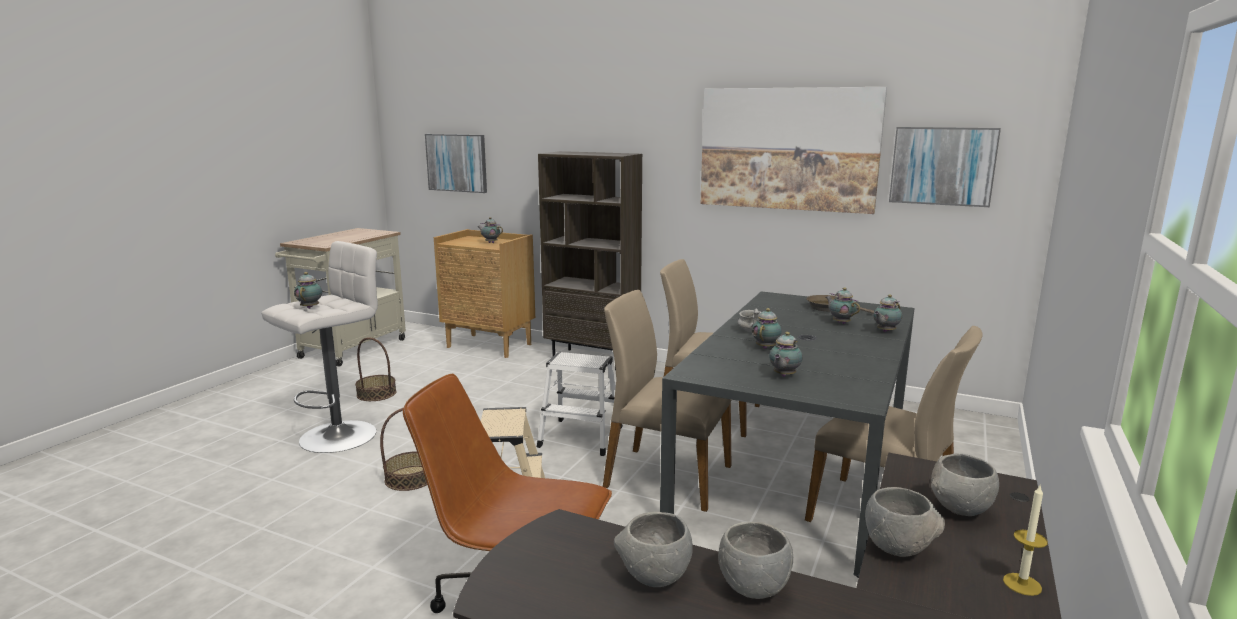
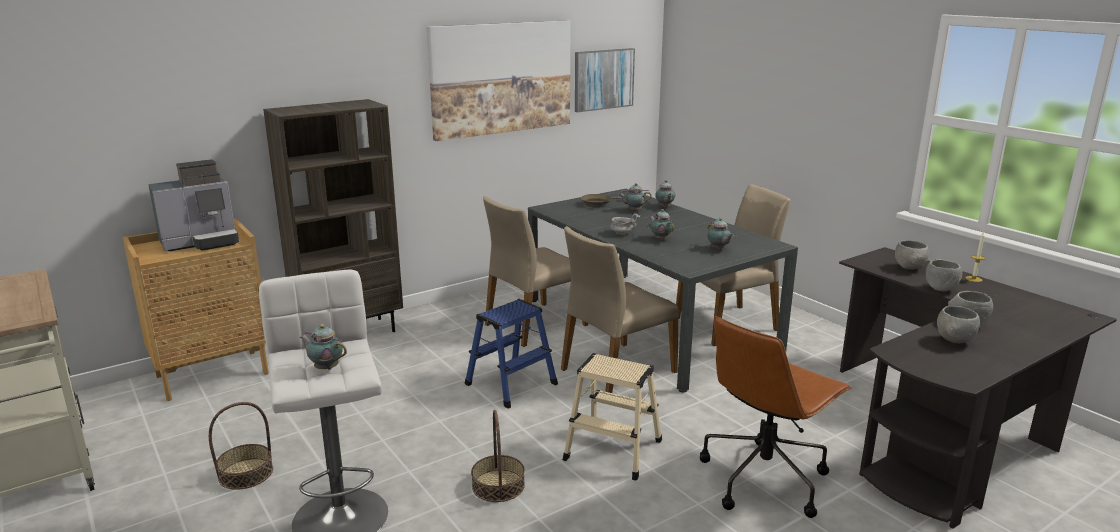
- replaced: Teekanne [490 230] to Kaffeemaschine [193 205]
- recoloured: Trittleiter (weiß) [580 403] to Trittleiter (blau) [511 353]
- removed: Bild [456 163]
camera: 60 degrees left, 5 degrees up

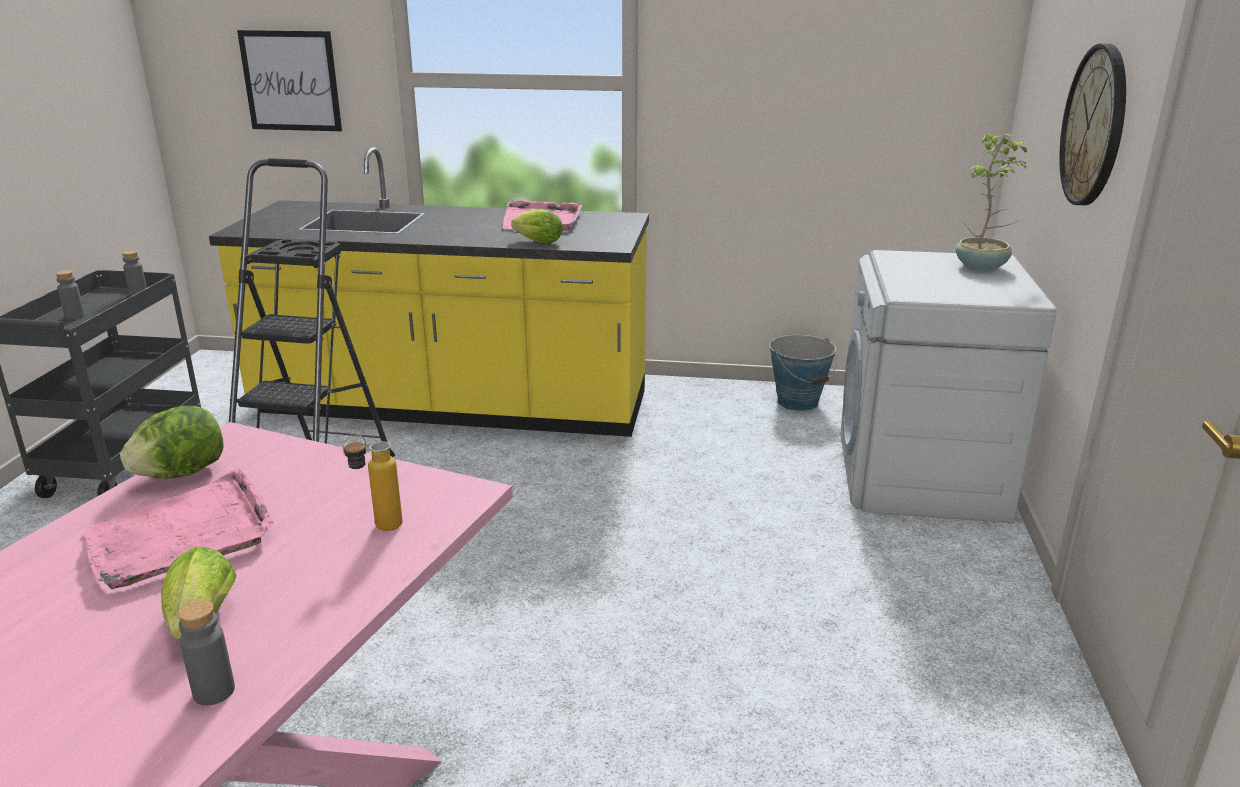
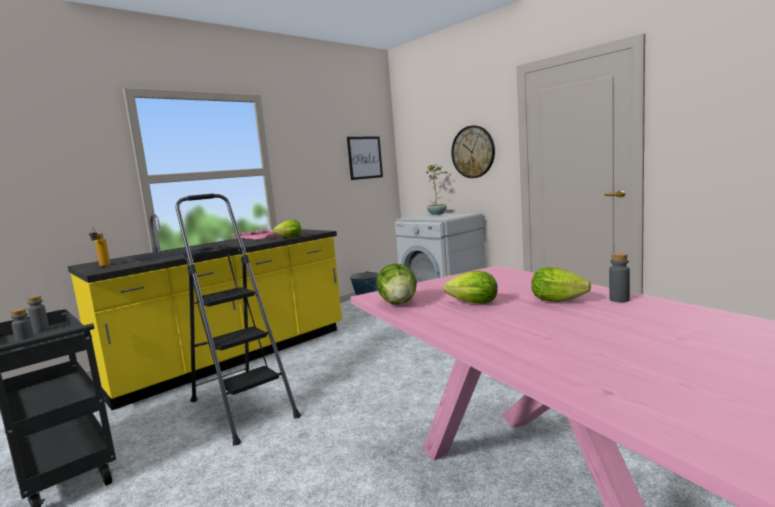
- moved: Flasche [373 482] to [99 247]
- moved: Bild [289 80] to [365 158]
- replaced: Tablett (rosa) [178 528] to Salatkopf [471 287]
camera: 50 degrees left, 15 degrees down

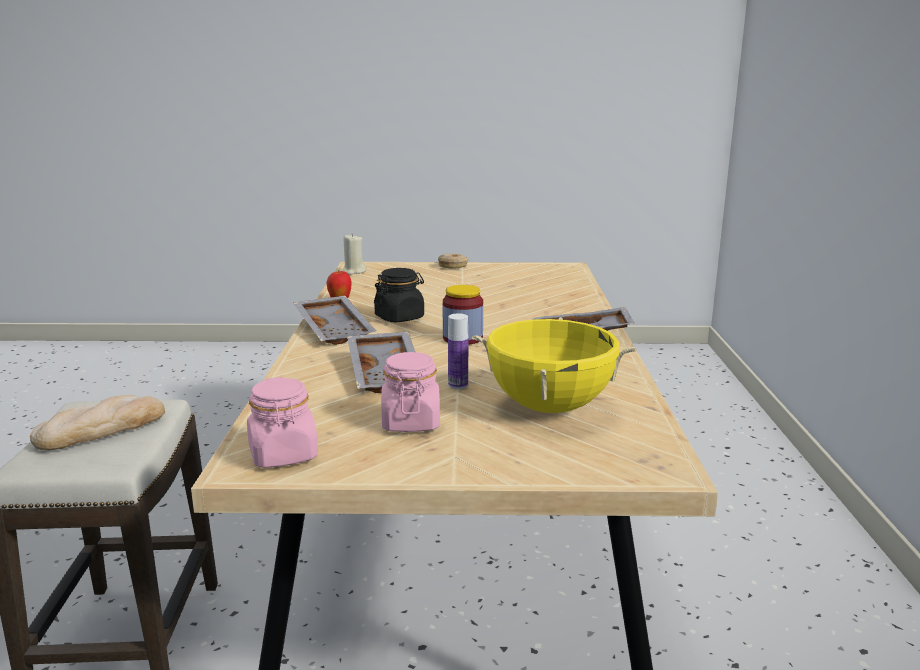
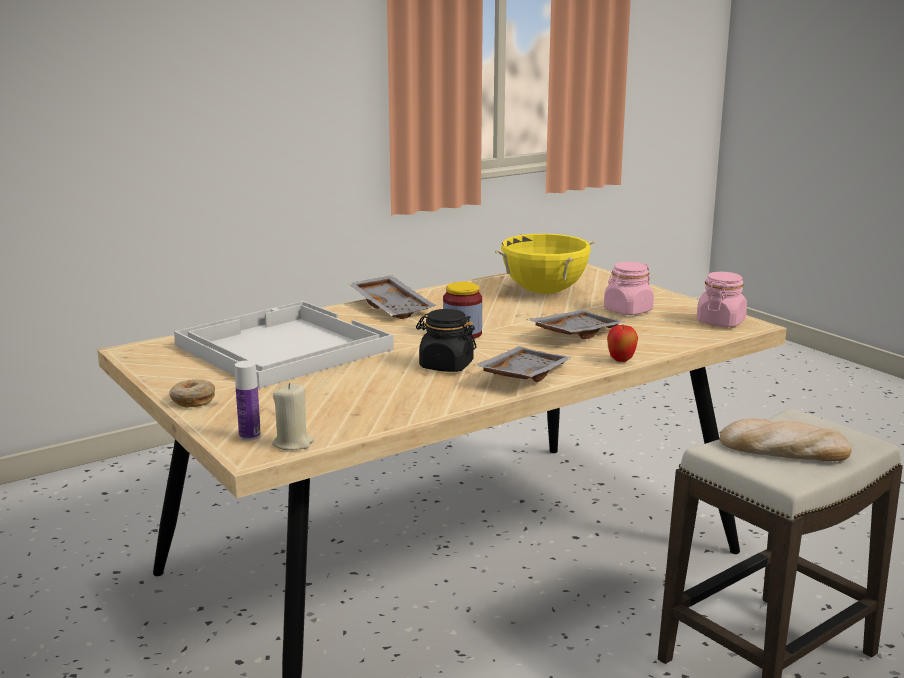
- added: Tablett (weiß) [284 344]
- moved: Flasche [458 351] to [248 400]
- moved: Apfel [339 284] to [622 343]
camera: 125 degrees left, 0 degrees up

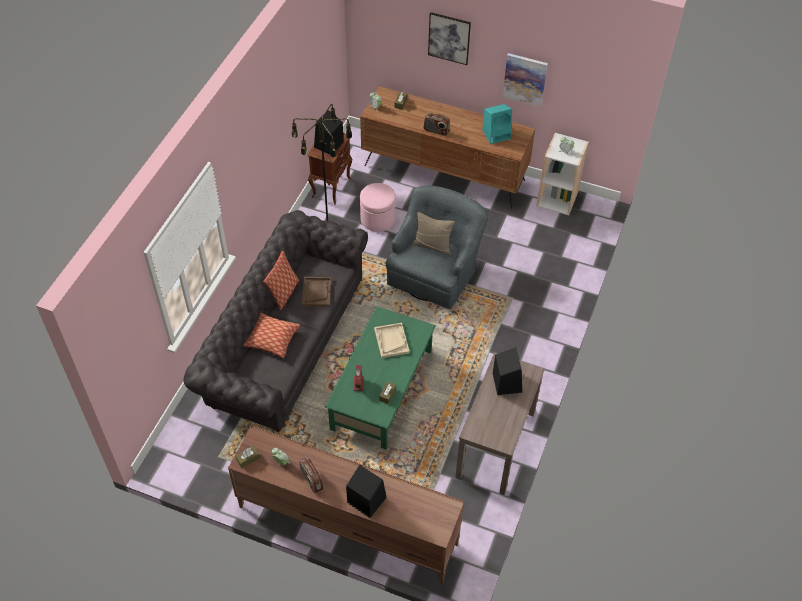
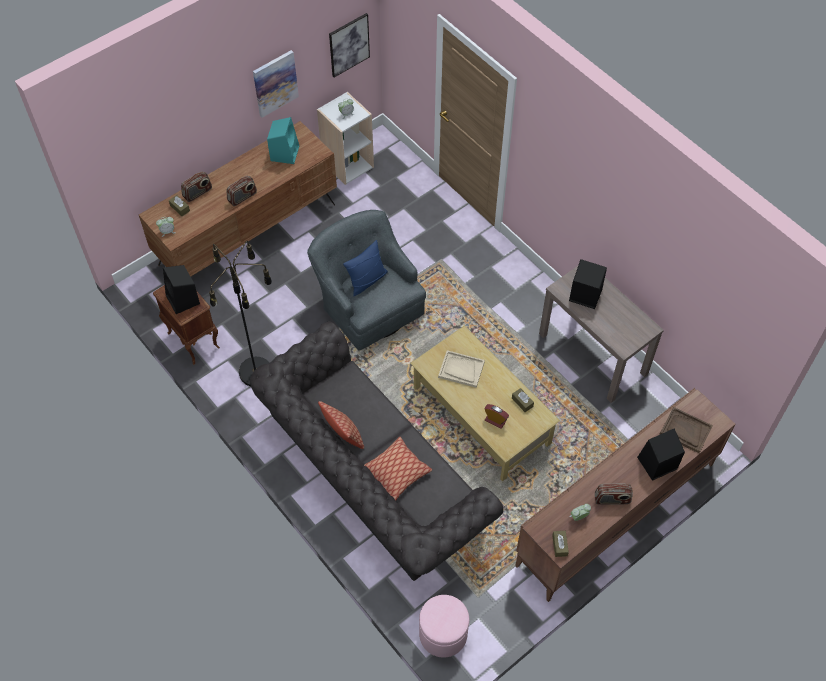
- added: Radio [196 186]
- moved: Bild [449 38] to [349 45]
- recoloured: Kissen (beige) [433 233] to Kissen (blau) [365 268]
- recoloured: Couchtisch (grün) [380 378] to Couchtisch (beige) [485 403]
- moved: Polsterhocker (rosa) [378 207] to [444 626]
- moved: Tablett (braun) [317 292] to [686 430]
camera: 60 degrees left, 5 degrees up

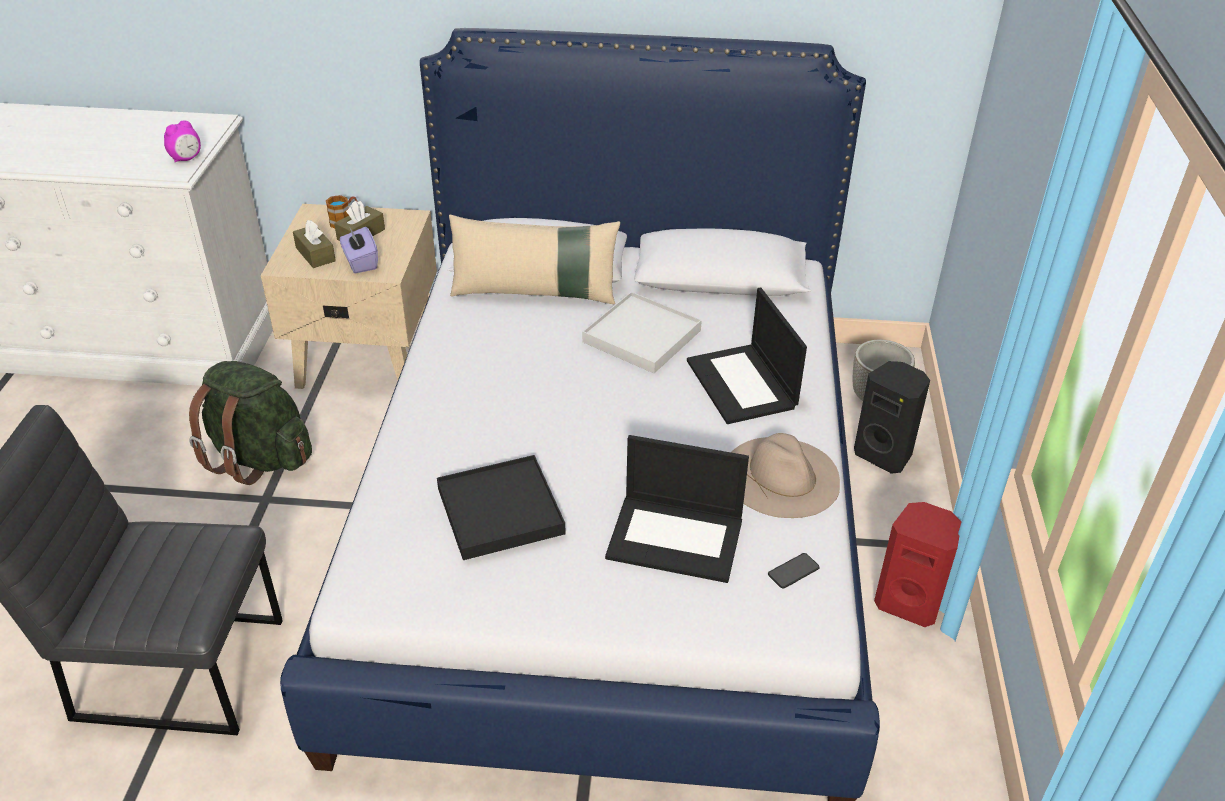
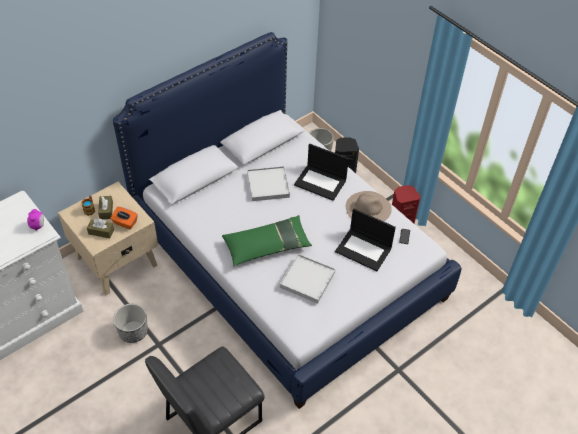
- recoloured: Taschentuchbox (lila) [359 250] to Taschentuchbox (orange) [124 218]
- replaced: Rucksack (grün) [250 423] to Pflanzkübel [130 323]
- added: Kissen (grün) [267 240]
- recoloured: Tablett (schwarz) [501 507] to Tablett (weiß) [307 278]
- turned: Laptop [677 509] = [365 240] 60 degrees clockwise
- removed: Kissen (beige) [534 259]
camera: 45 degrees left, 10 degrees up

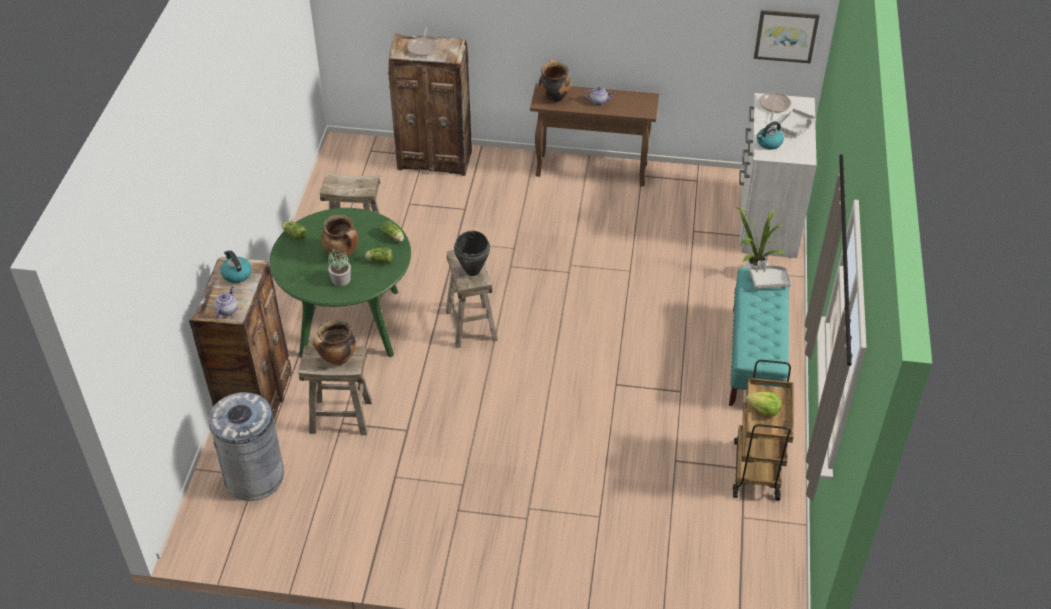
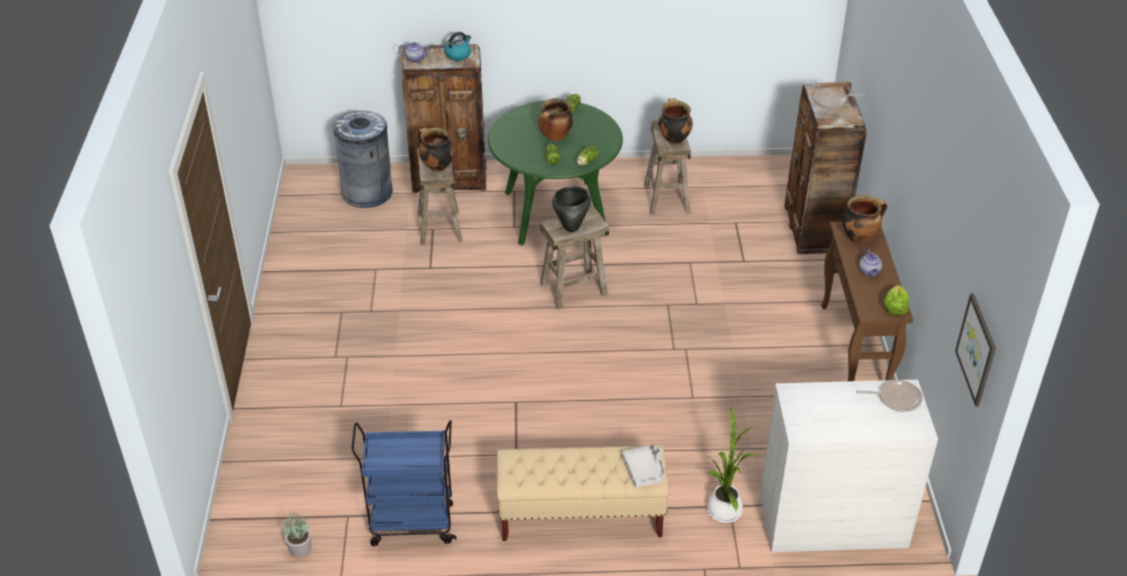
- moved: Topfpflanze [339 266] to [297 535]
- recoloured: Rollwagen (braun) [763 430] to Rollwagen (blau) [404 483]
- recoloured: Bank (türkis) [759 337] to Bank (beige) [582 493]
- added: Kochtopf [675 121]
- moved: Salatkopf [764 404] to [896 300]
- removed: Wasserkessel [770 135]
- removed: Tablett (grau) [796 122]
camera: 80 degrees right, 5 degrees down

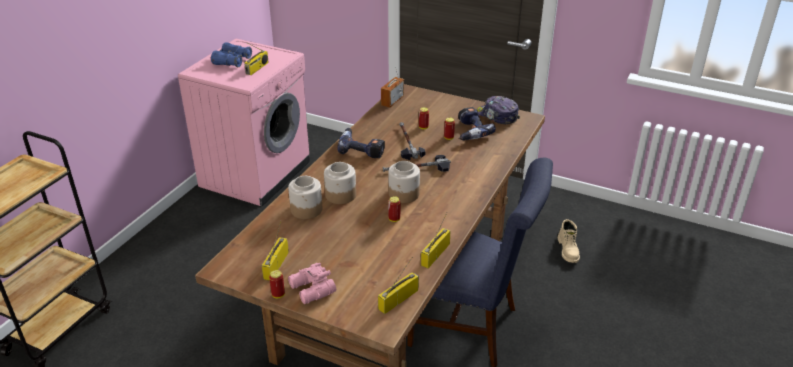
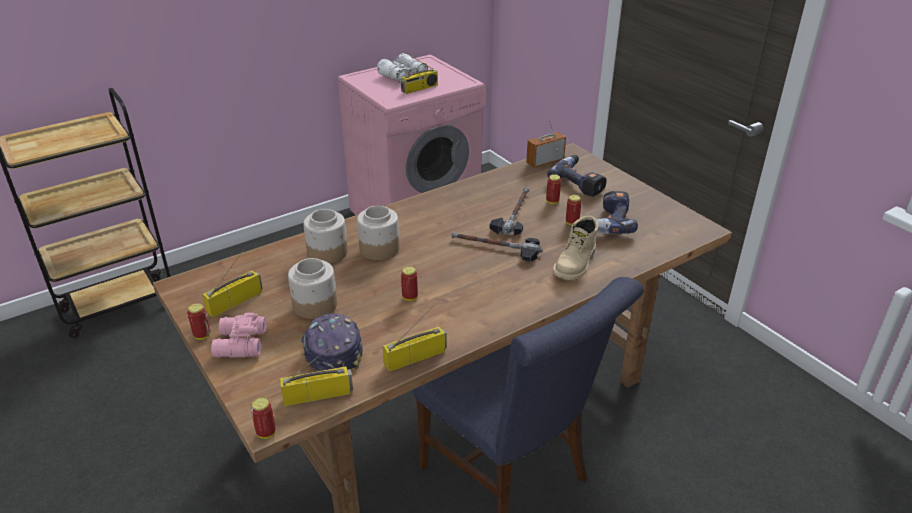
- added: Dose [263 418]
- moved: Vorratsglas [404 182] to [312 288]
- moved: Kappe [498 110] to [332 342]
- recoloured: Fernglas (blau) [231 54] to Fernglas (weiß) [402 68]
- moved: Bohrmaschine [361 143] to [577 176]
- moved: Stiefel (beige) [568 241] to [576 248]
camera: 30 degrees right, 0 degrees up

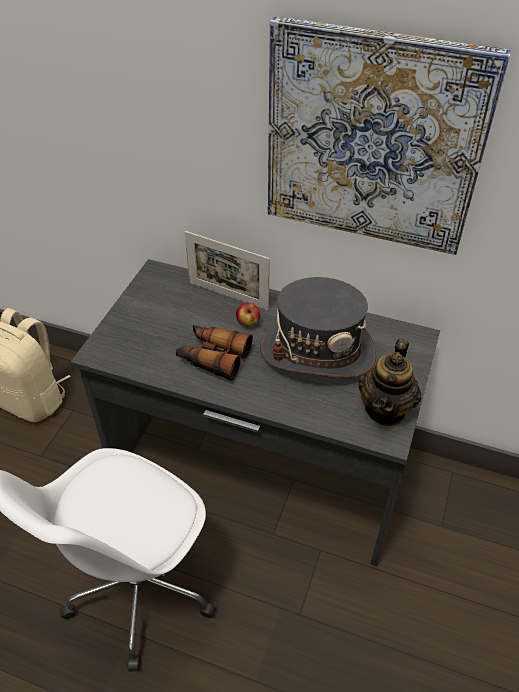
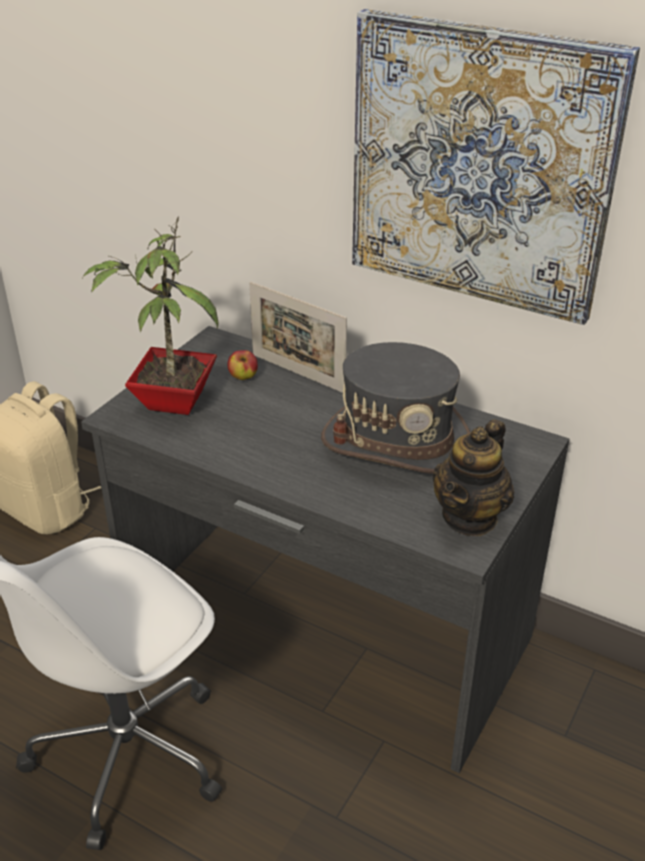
- added: Topfpflanze [150 315]
- moved: Apfel [248 315] to [243 365]
- removed: Fernglas [214 353]
camera: 10 degrees right, 10 degrees down

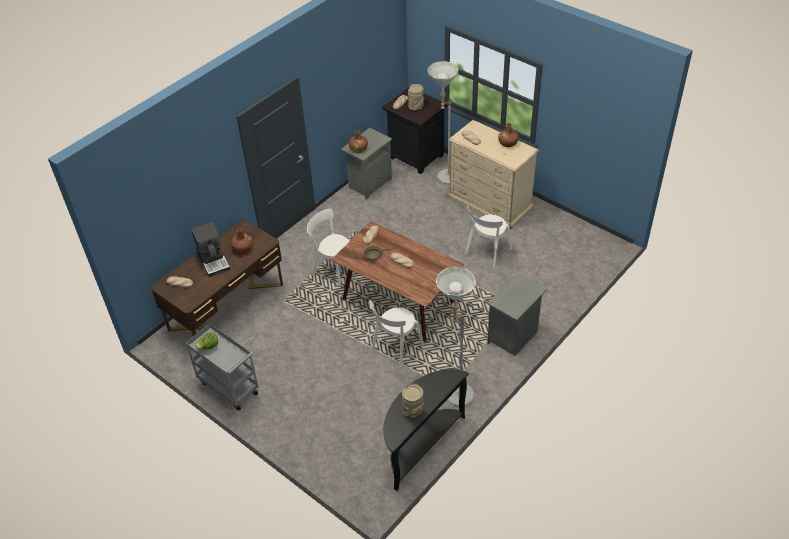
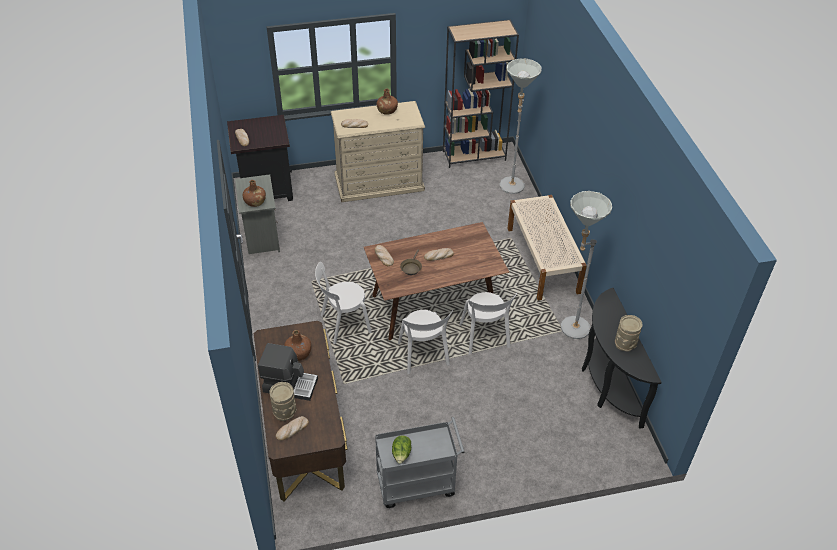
- moved: Vase (beige) [416 97] to [282 401]
- moved: Stuhl (weiß) [488 237] to [425 342]
- added: Bücherregal [481 94]
- moved: Stehlampe (grau) [443 122] to [520 126]
- replaced: Nachttisch (grau) [517 314] to Bank (beige) [547 247]
camera: 55 degrees left, 0 degrees up

